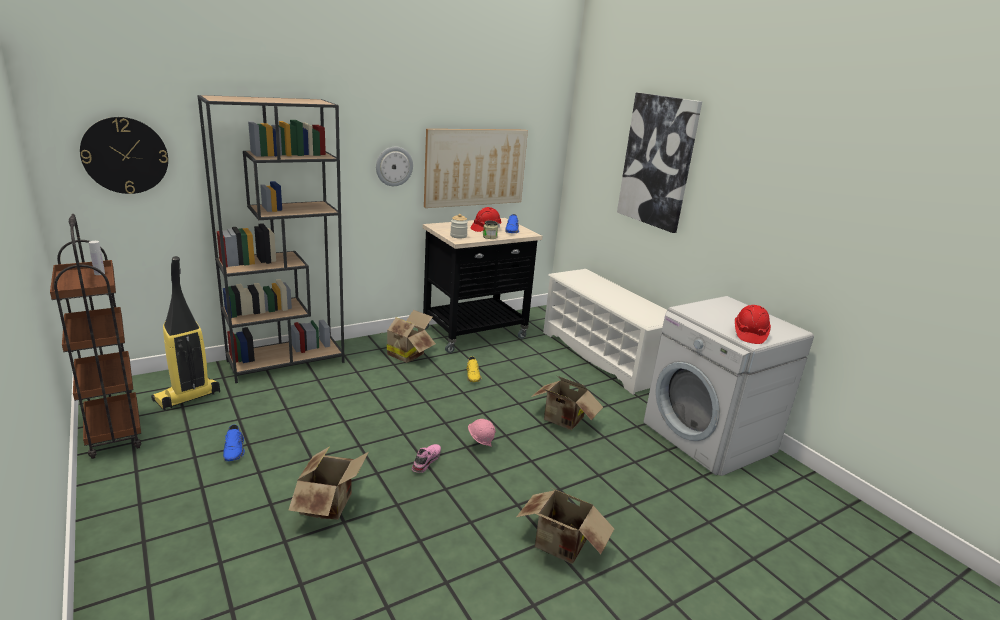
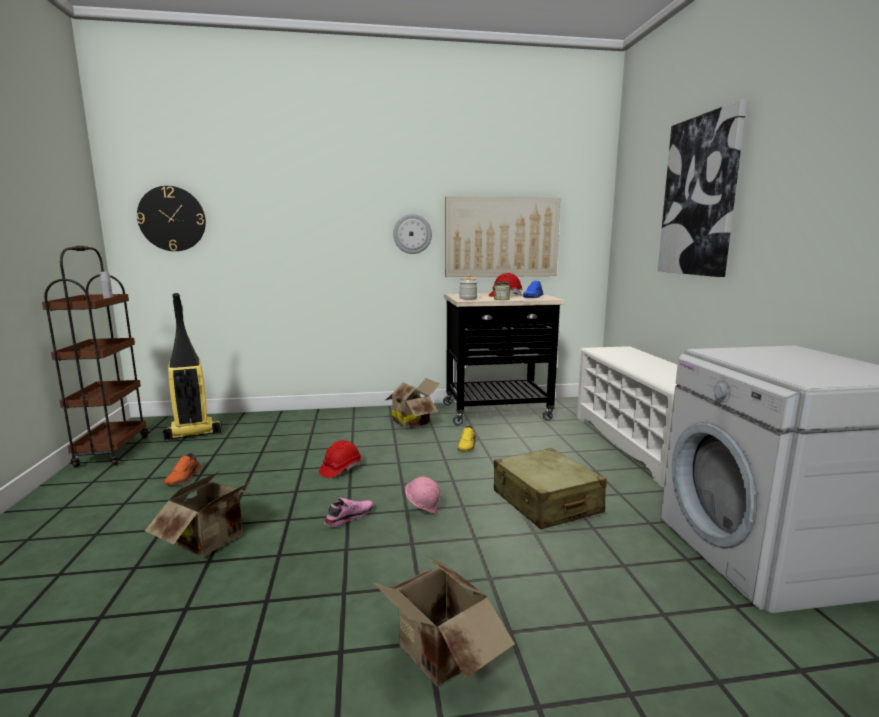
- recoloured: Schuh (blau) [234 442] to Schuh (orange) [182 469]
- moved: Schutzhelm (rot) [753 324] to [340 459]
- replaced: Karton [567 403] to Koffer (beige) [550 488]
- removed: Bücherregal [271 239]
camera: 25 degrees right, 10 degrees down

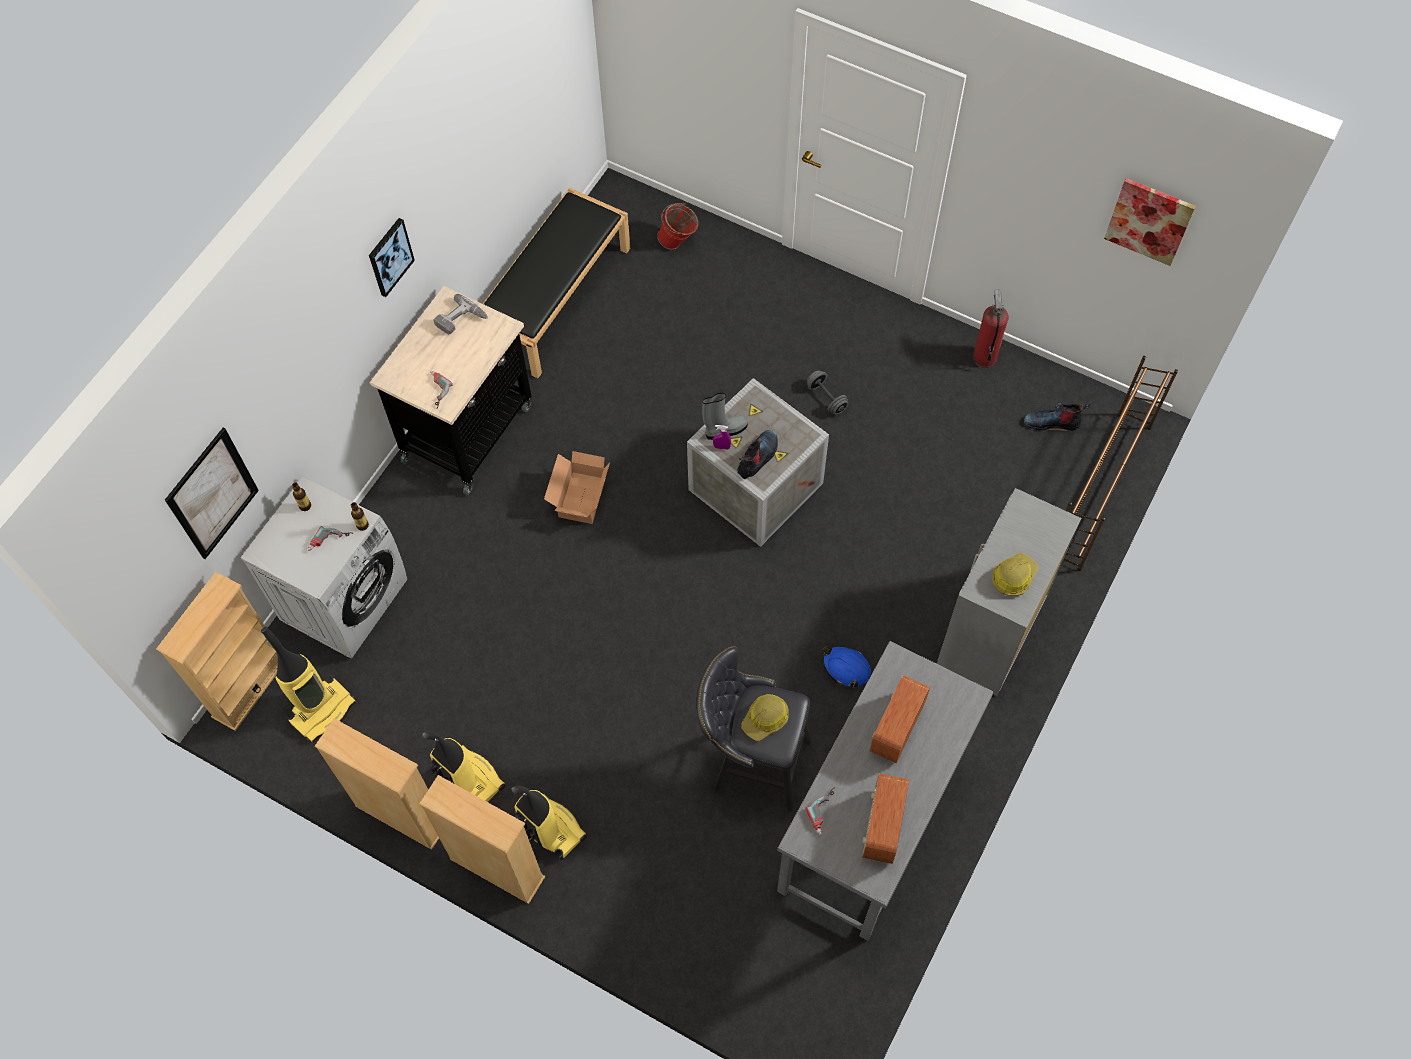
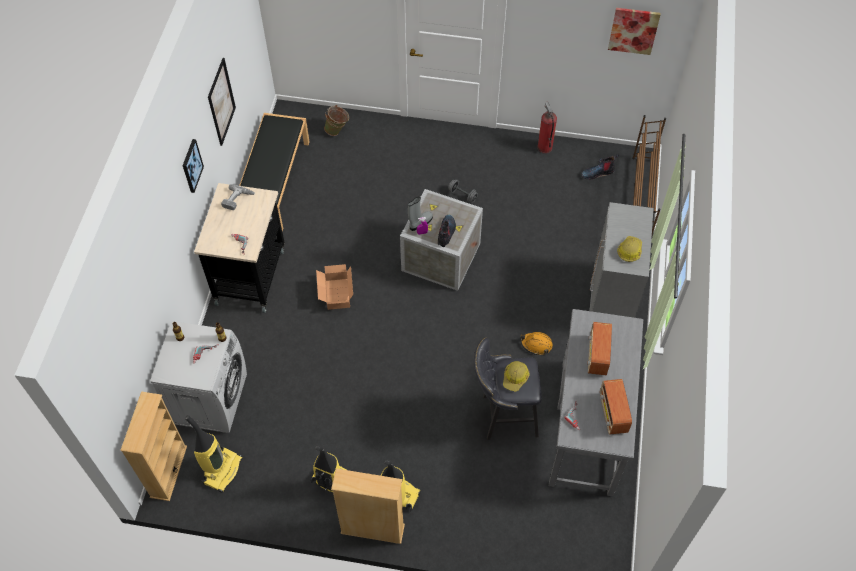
- moved: Bild [212 493] to [222 102]
- recoloured: Eimer (rot) [677 226] to Eimer (grün) [336 120]
- recoloured: Schutzhelm (blau) [846 667] to Schutzhelm (orange) [536 343]
- removed: Bücherregal (beige) [377 784]
camera: 20 degrees left, 5 degrees down

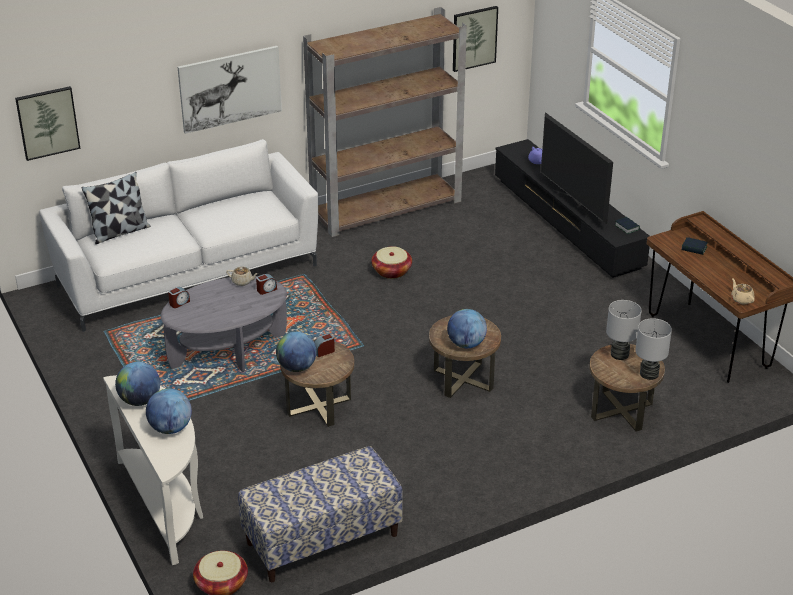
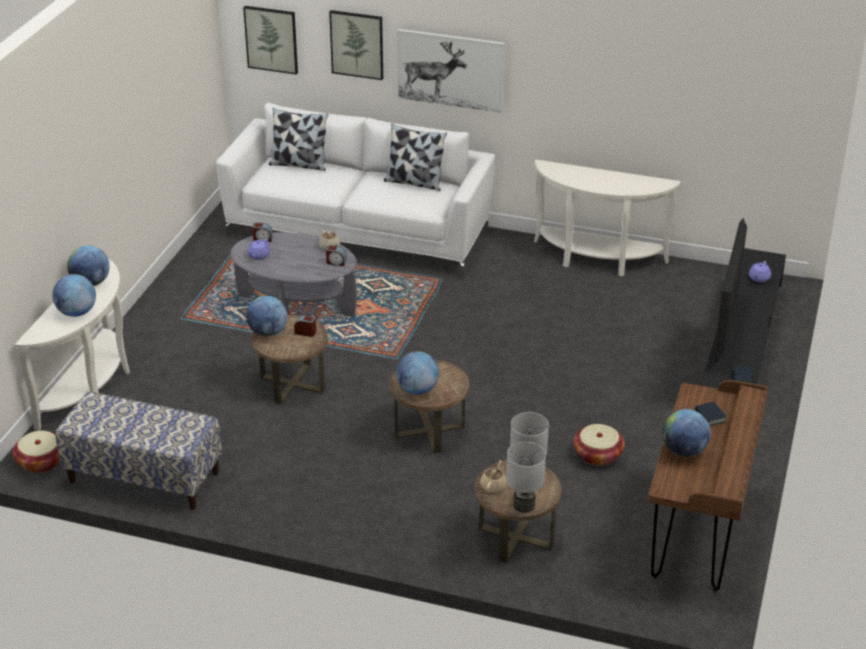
- added: Teekanne (lila) [259 249]
- moved: Bild [475 39] to [356 45]
- added: Kissen [415 157]
- moved: Teekanne (beige) [743 291] to [493 476]
- replaced: Bücherregal (braun) [385 122] to Konsolentisch (weiß) [607 218]
- moved: Korb [392 262] to [599 445]
- added: Globus [686 433]
camera: 45 degrees right, 0 degrees up

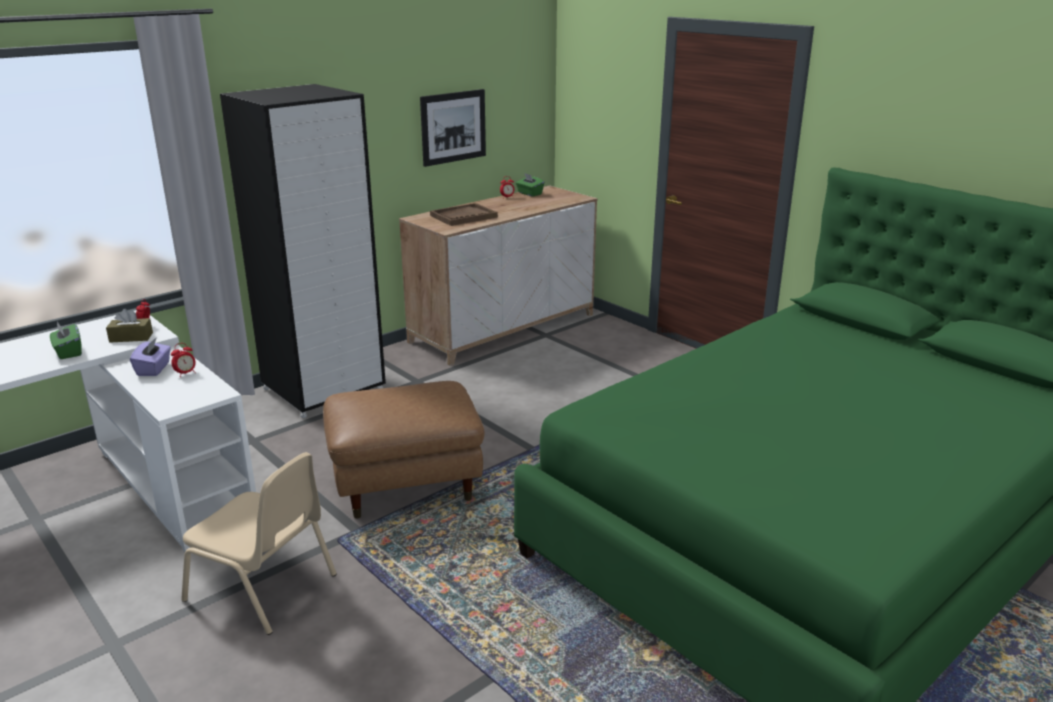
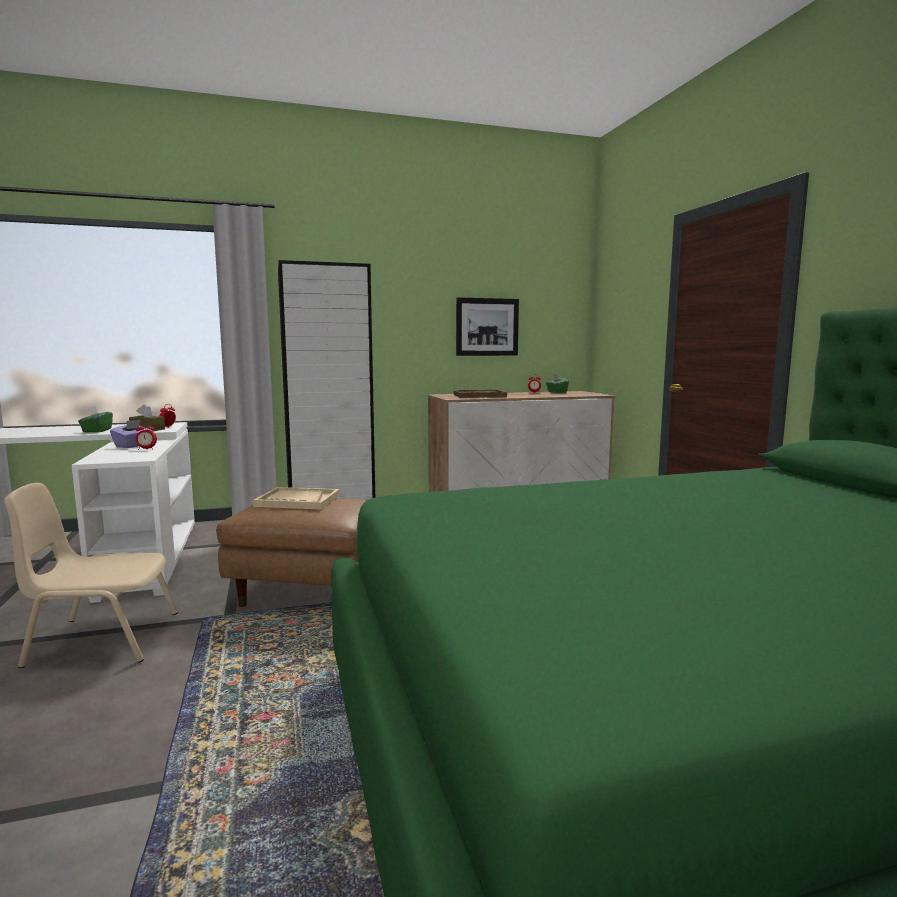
- turned: Stuhl (beige) [259 543] = [91 575] 120 degrees clockwise
- added: Tablett (beige) [296 498]
camera: 25 degrees right, 15 degrees down

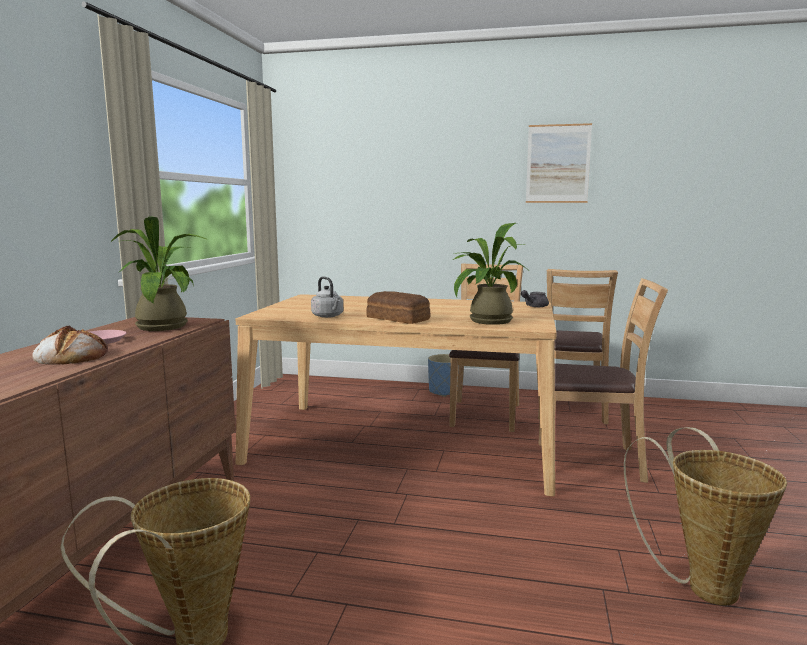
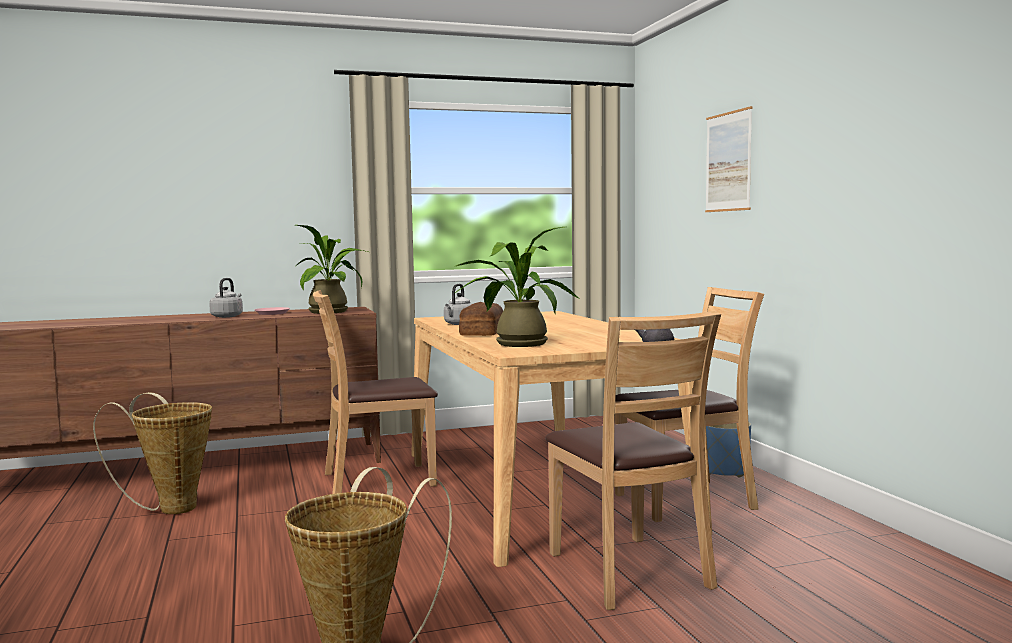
- replaced: Brot [70 345] to Wasserkessel (grau) [226 298]
- moved: Stuhl (braun) [578 346] to [375 392]
- moved: Bild [559 163] to [728 159]
camera: 60 degrees right, 5 degrees down

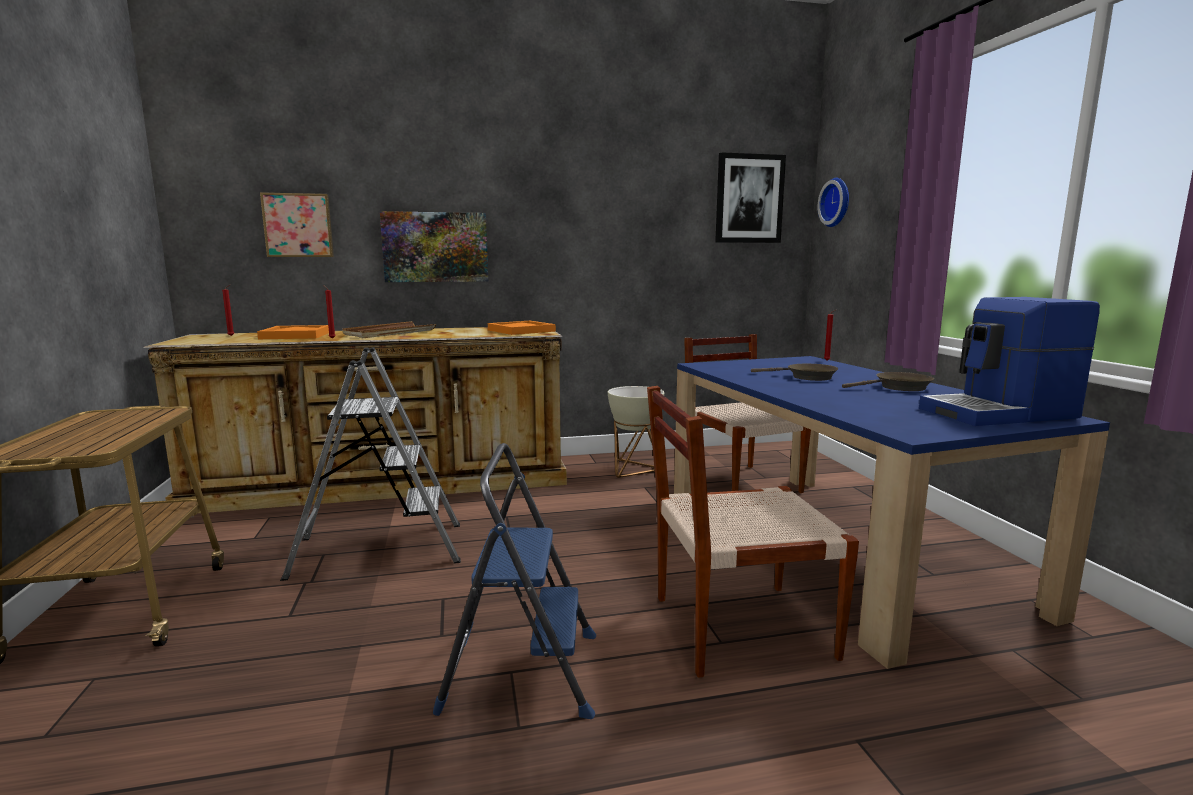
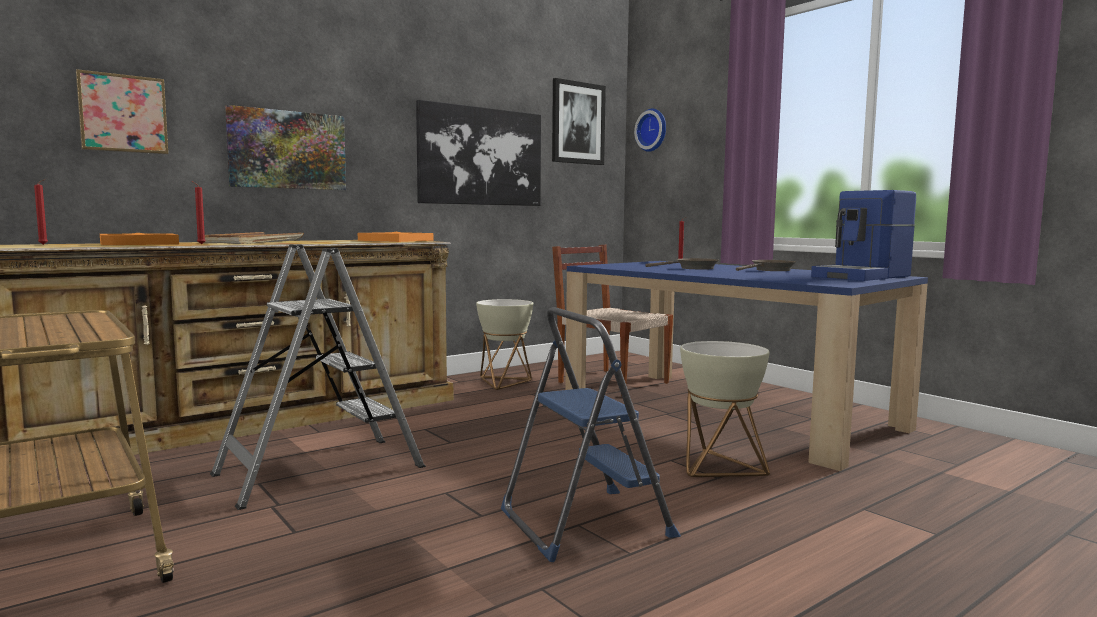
- added: Bild [478 153]
- replaced: Stuhl [753 532] to Pflanzkübel [725 409]
camera: 25 degrees left, 5 degrees down

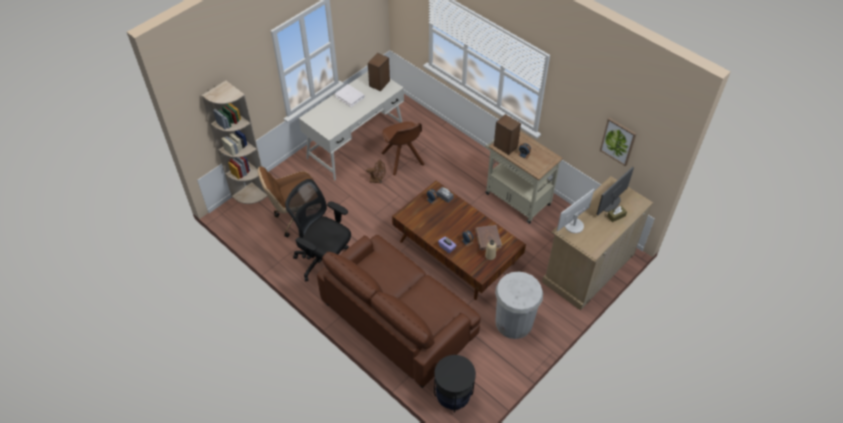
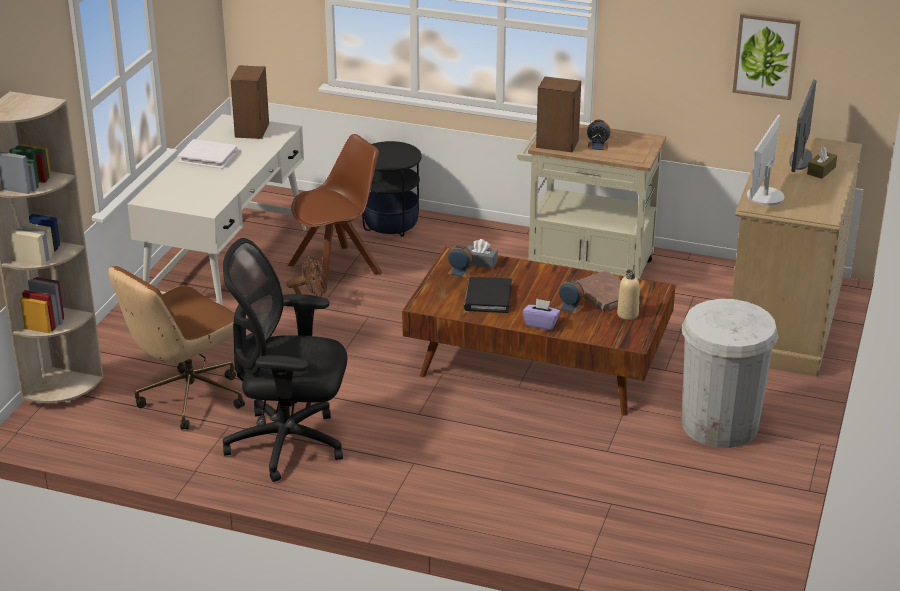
- turned: Stuhl (braun) [402 148] = [335 213] 75 degrees counterclockwise
- moved: Beistelltisch (schwarz) [455 384] to [392 189]
- added: Buch (schwarz) [488 295]
- removed: Sofa (braun) [399 311]
camera: 25 degrees left, 20 degrees down

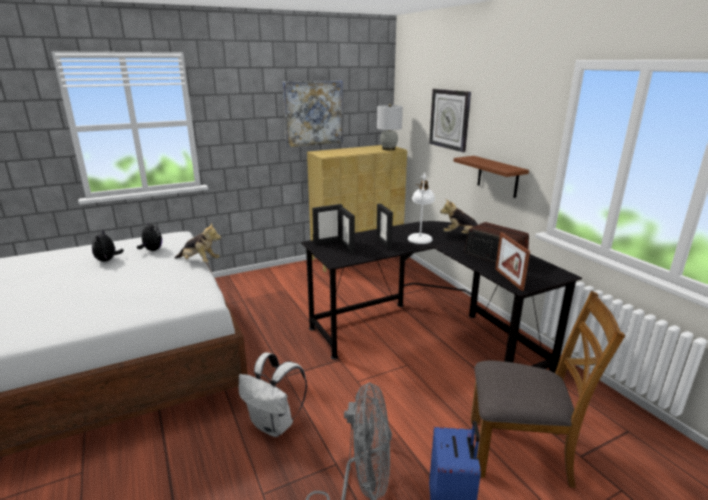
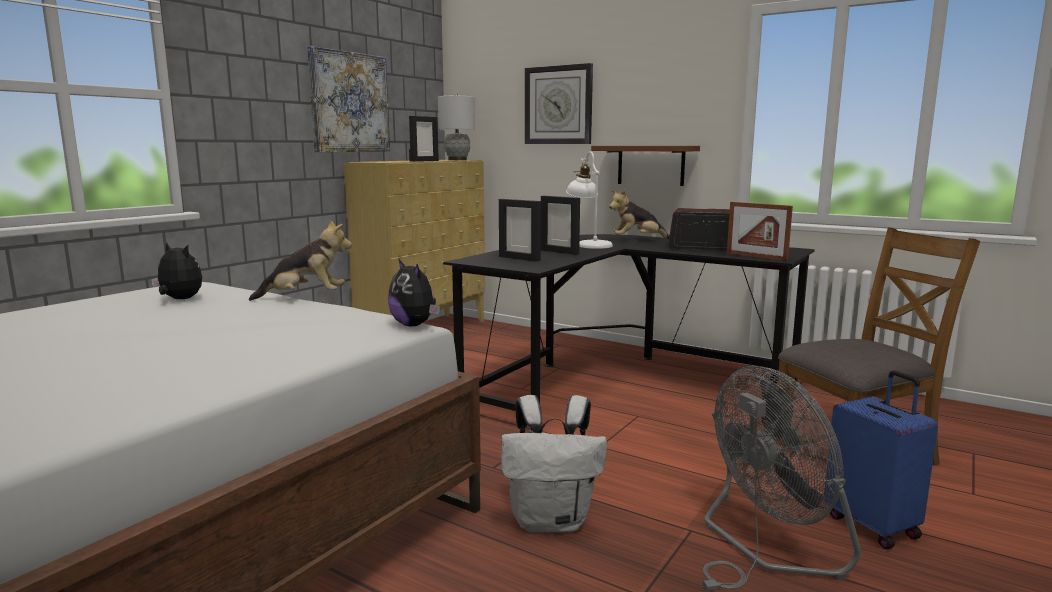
- moved: Plüschtier [108 245] to [414 292]
- moved: Bilderrahmen [327 224] to [424 139]
camera: 30 degrees left, 10 degrees down

